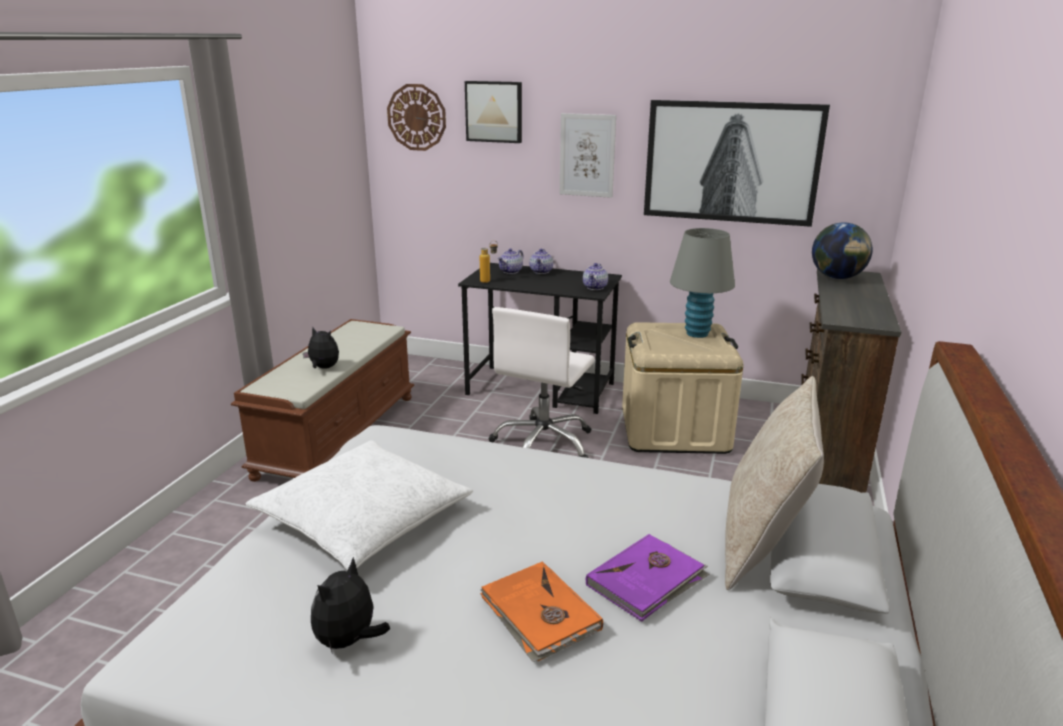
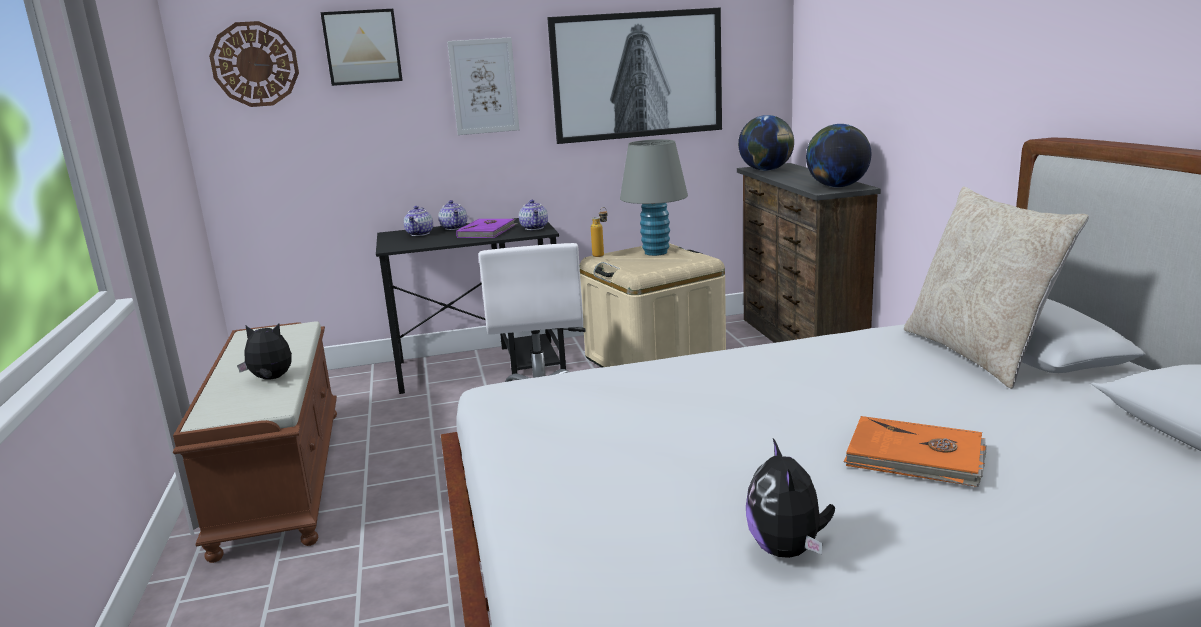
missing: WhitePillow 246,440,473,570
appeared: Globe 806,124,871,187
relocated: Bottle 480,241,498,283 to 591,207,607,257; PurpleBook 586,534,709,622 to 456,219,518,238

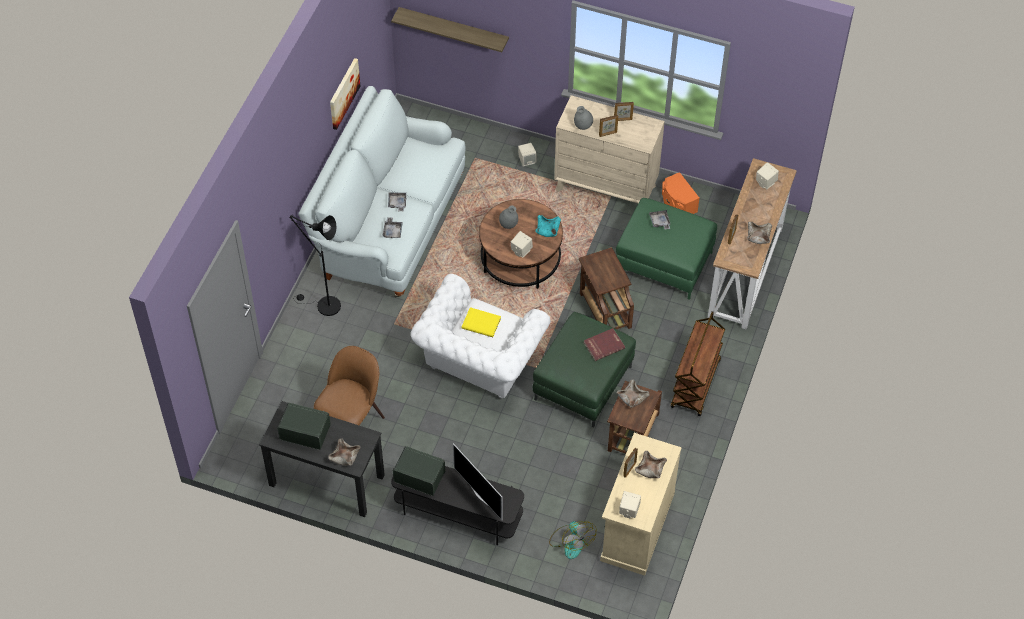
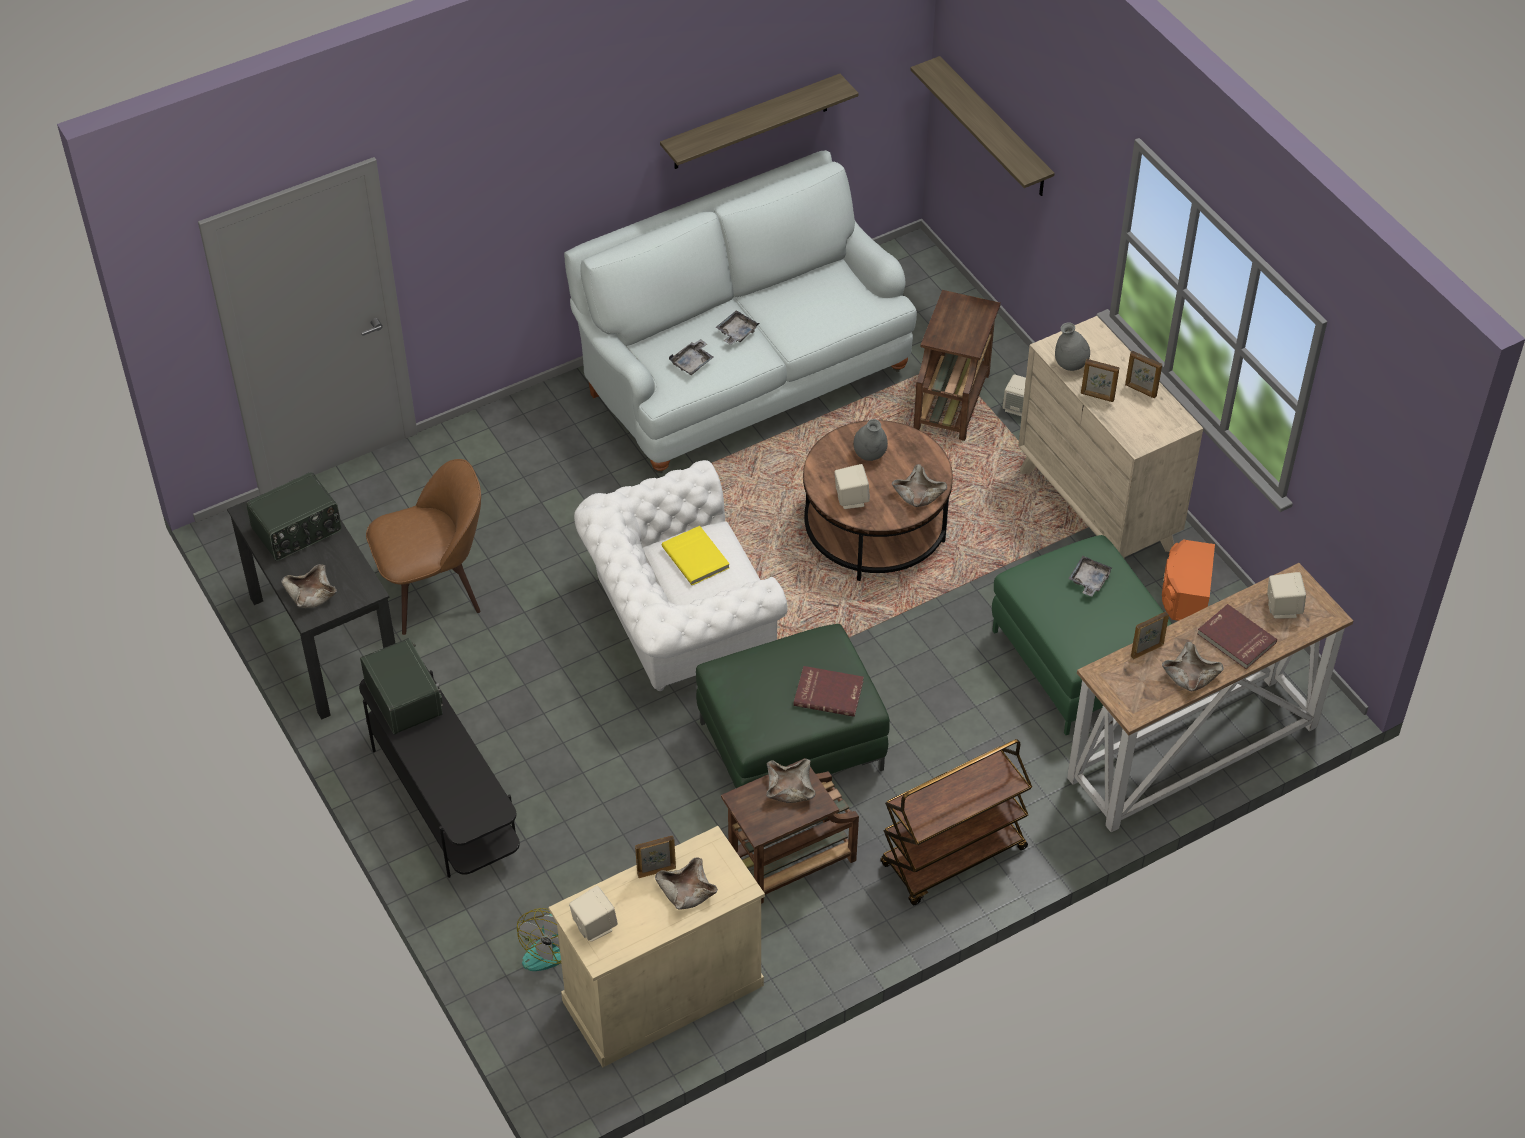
missing: BlackFloorLamp 289,215,341,316; Television 453,443,502,520
appeared: RedBook 1197,604,1277,669
relocated: BrownSideTable 579,247,634,329 to 914,290,1001,441
exchanged: Picture 330,58,360,130 to Shelf 660,74,859,169
colour: TurquoiseBowl 535,215,561,237 to BeigeBowl 892,464,947,507
spun: Radio 277,403,331,450 = 246,472,342,561 90 degrees clockwise

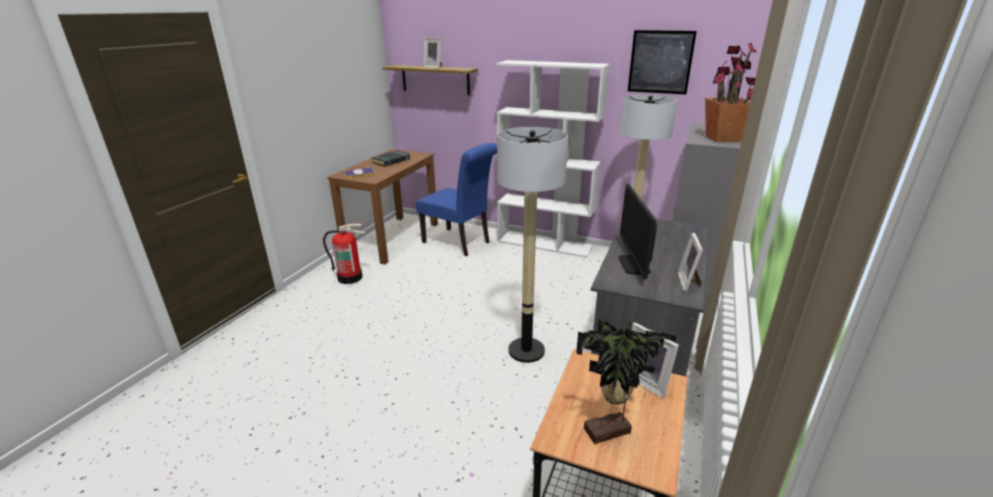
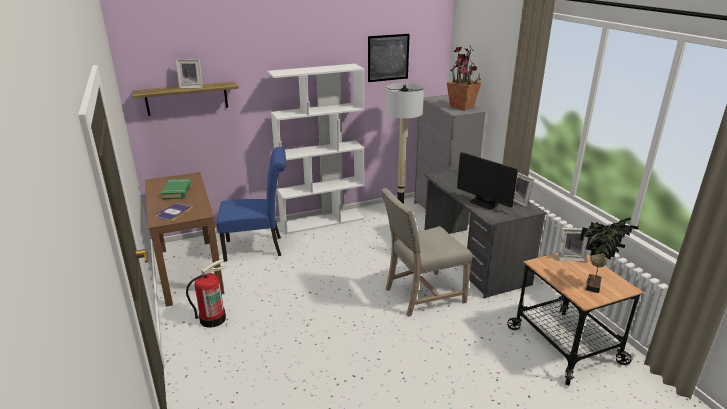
exchanged: FloorLamp 497,127,568,363 to BeigeChair 381,188,473,317
colour: BlackBook 372,150,410,167 to GreenBook 161,179,191,199

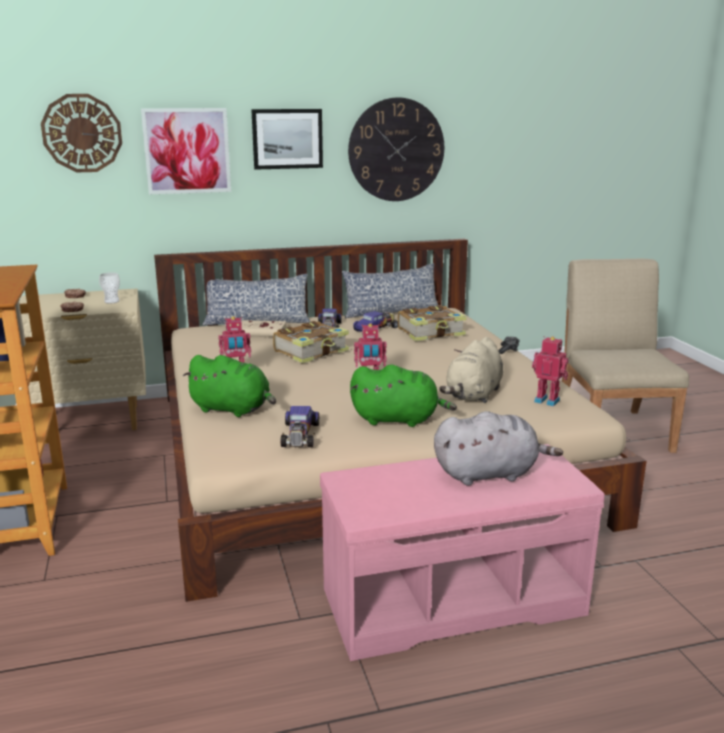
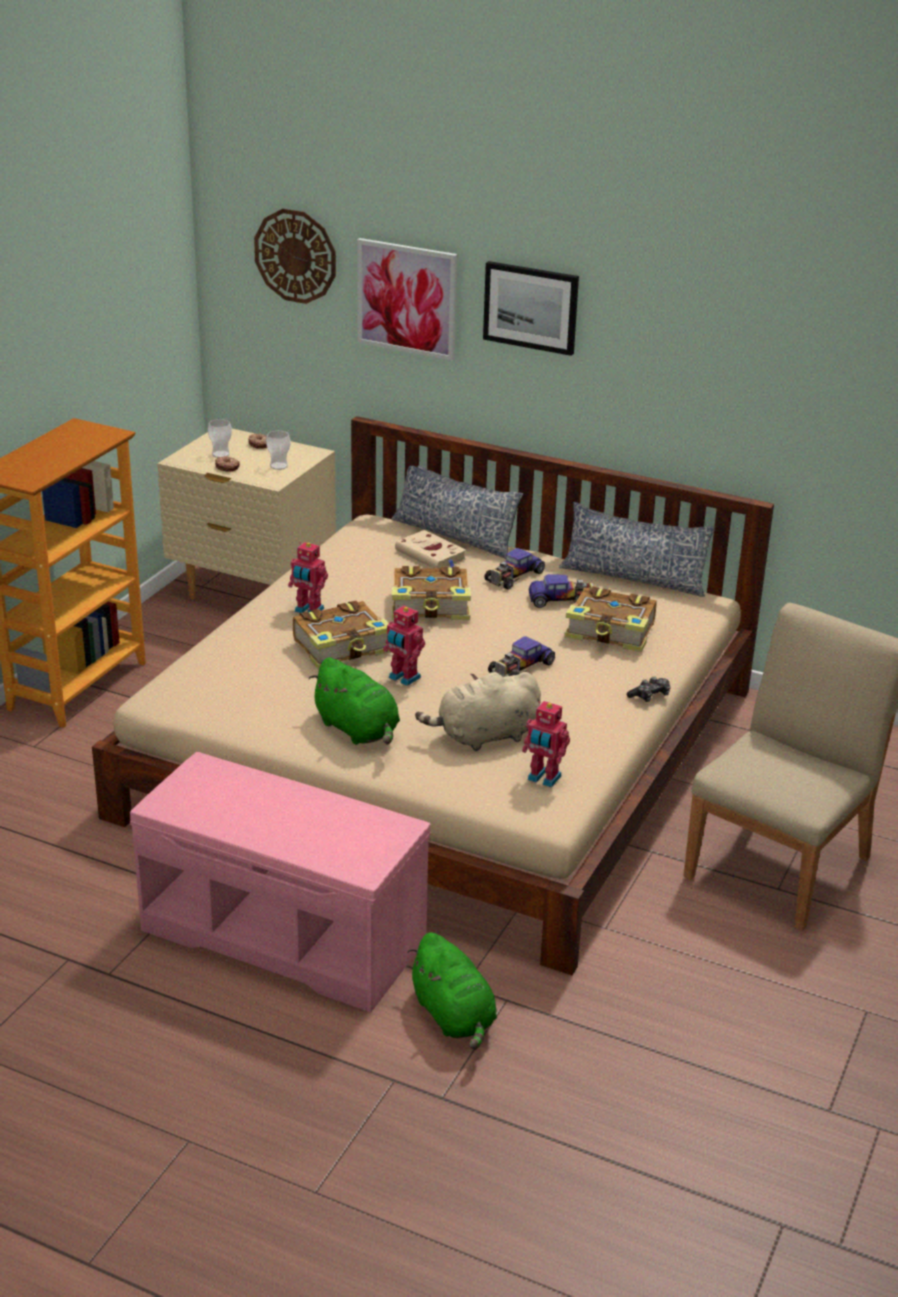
missing: WallClock 348,98,444,201; GreyPlushToy 434,411,563,486
appeared: Cup 208,419,232,458; Book 293,600,390,670
relocated: GreenPlushToy 183,355,276,417 to 407,932,497,1050; ToyCar 280,406,319,447 to 488,636,555,677
spun: ToyRobot 532,336,568,406 = 522,701,570,788 135 degrees clockwise

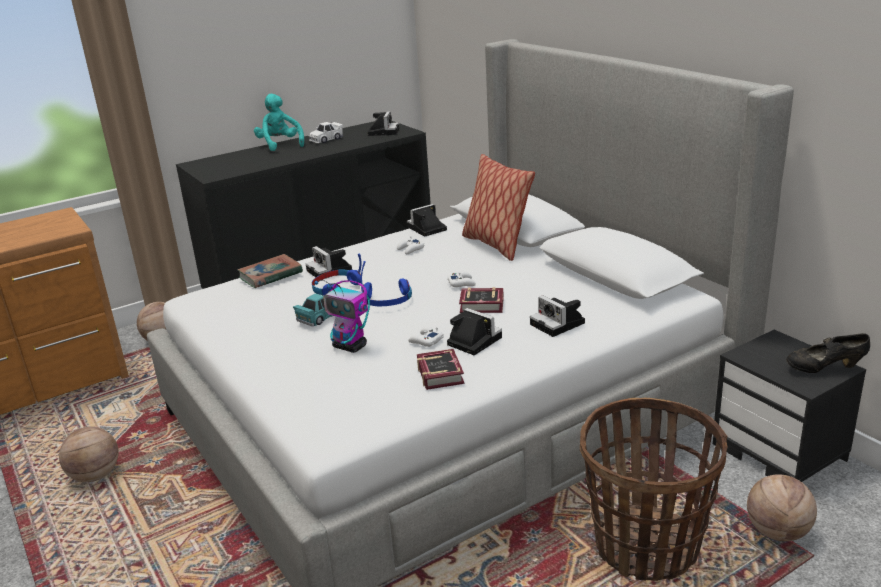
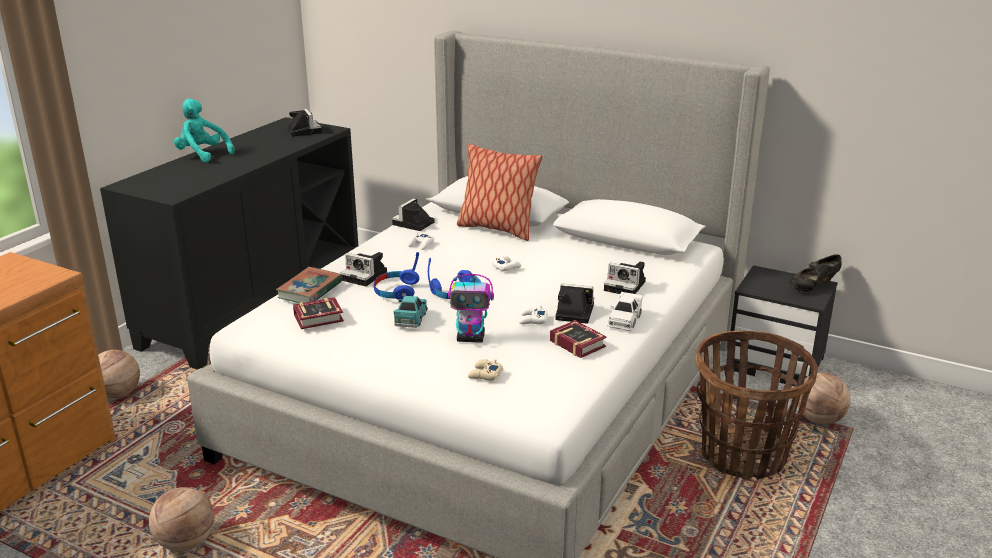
appeared: BeigeGameController 468,359,503,381
relocated: WhiteToyCar 308,122,343,143 to 607,292,643,331; Book 459,287,504,313 to 293,297,344,329

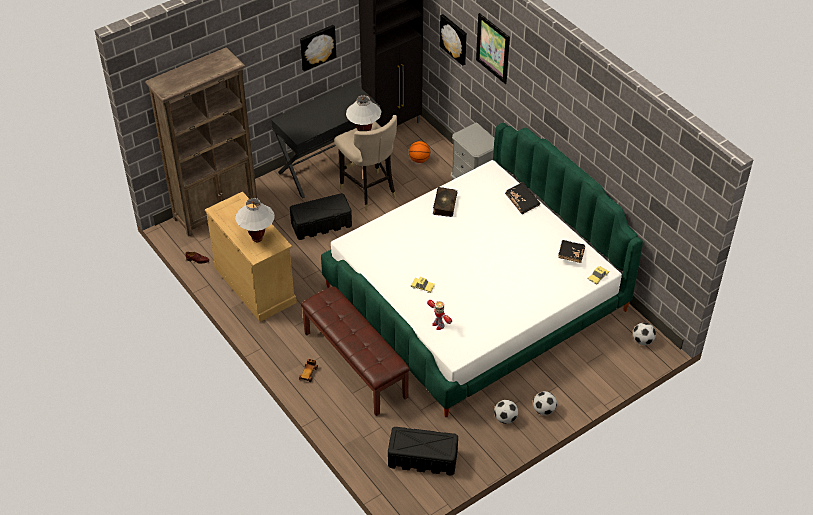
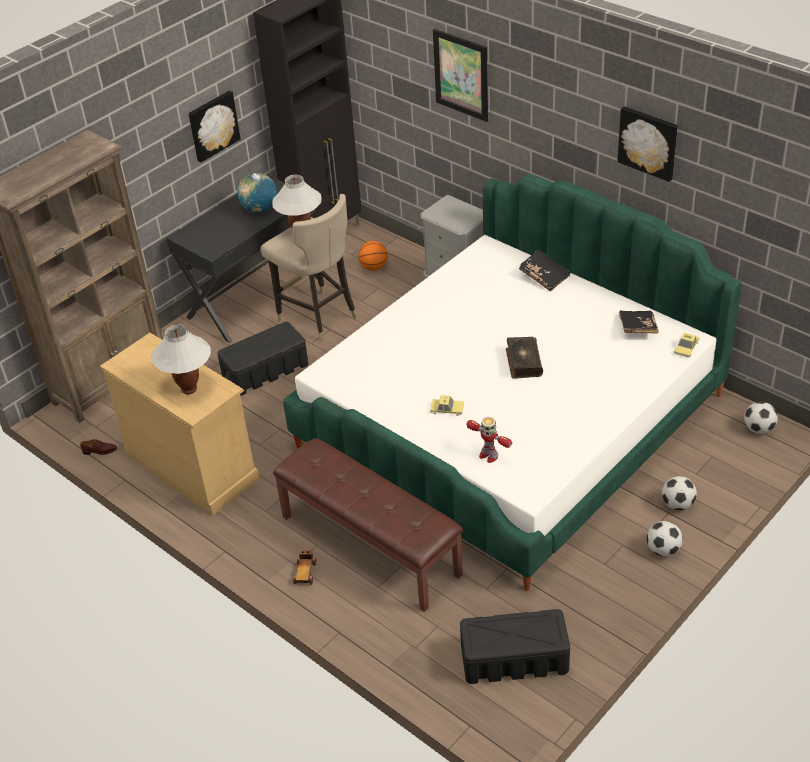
appeared: Globe 237,173,277,213
relocated: Picture 440,14,467,66 to 617,106,678,182; Book 433,187,458,217 to 506,337,543,379; Football 494,400,518,424 to 662,476,697,510

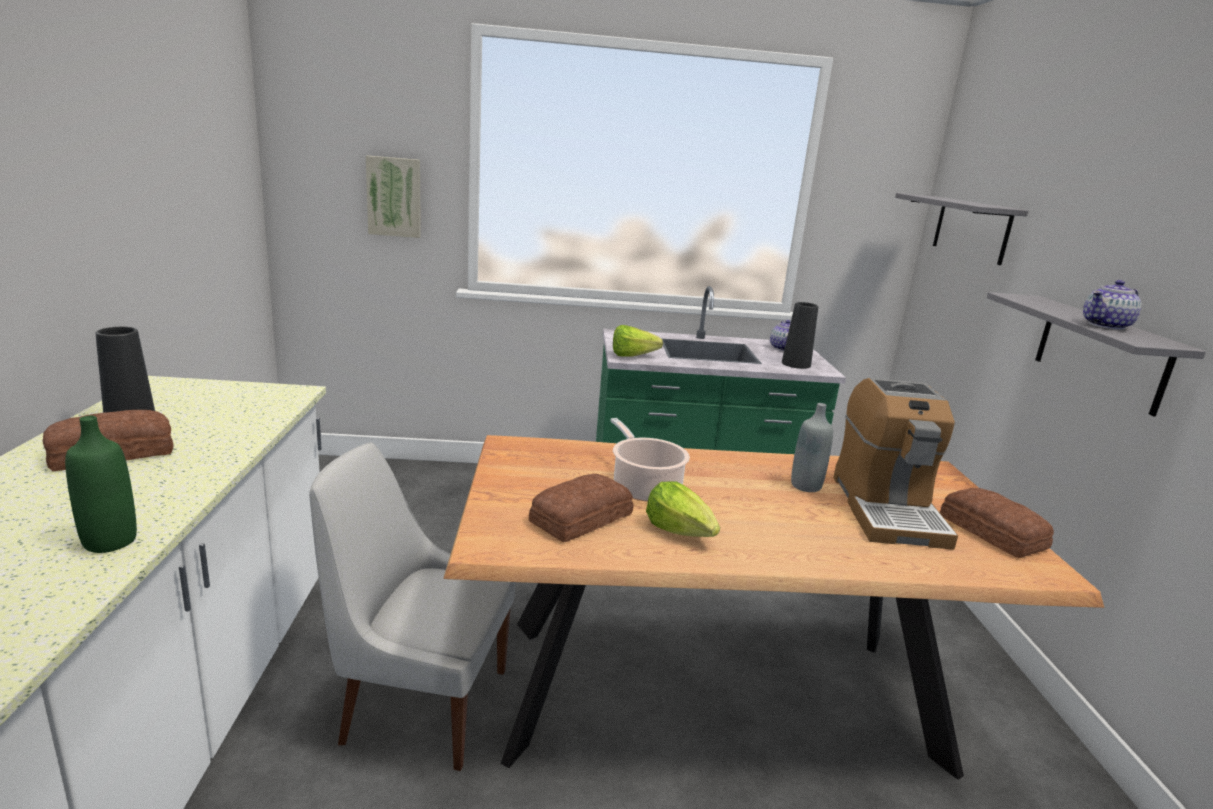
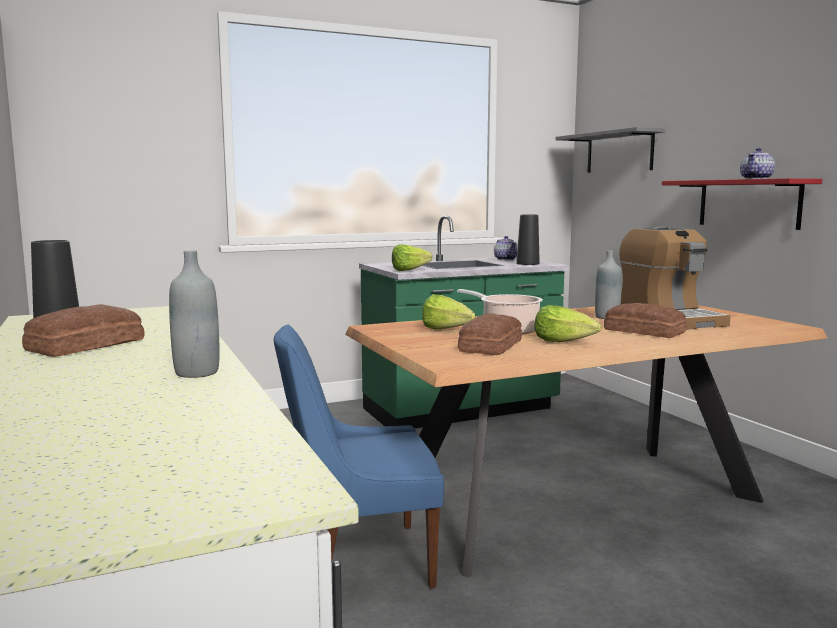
missing: Picture 366,156,421,238
appeared: Lettuce 422,294,475,329
relocated: Bread 940,488,1054,558 to 604,303,687,338
colour: GreyShelf 987,292,1206,416 to RedShelf 662,178,823,230; GreenBottle 65,416,137,553 to GreyBottle 169,250,220,378; WhiteChair 309,443,515,771 to BlueChair 274,325,444,588

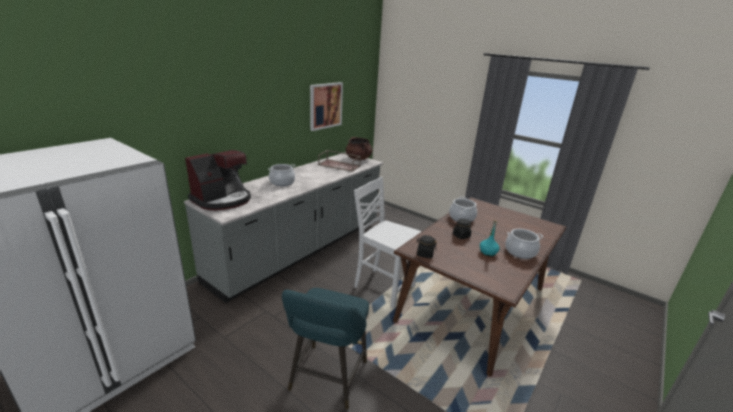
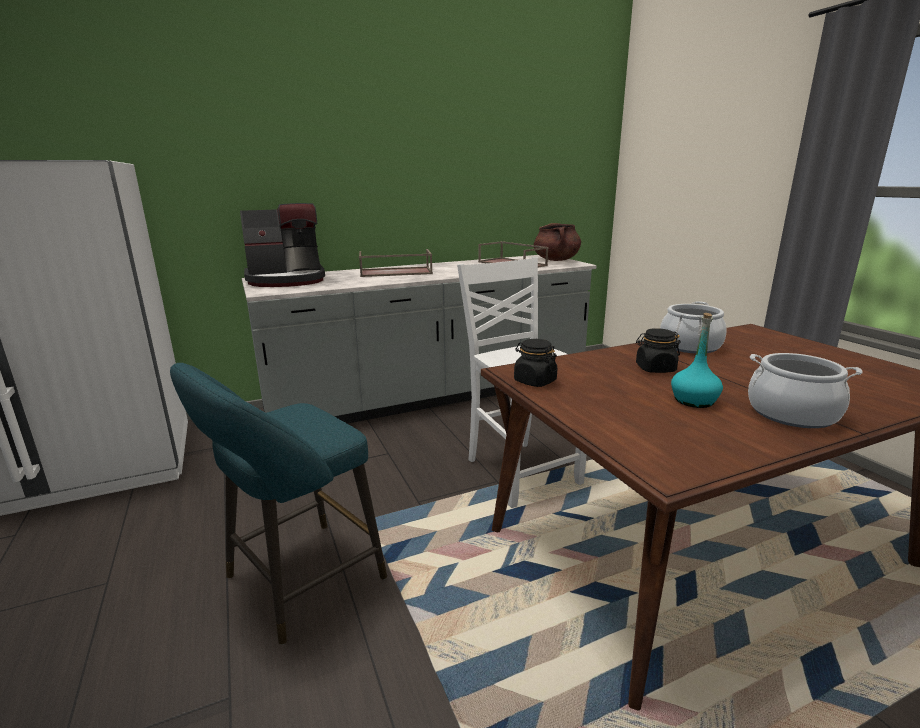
missing: Picture 310,82,343,131
exchanged: CookingPot 268,164,295,186 to BrownTray 359,249,433,277

